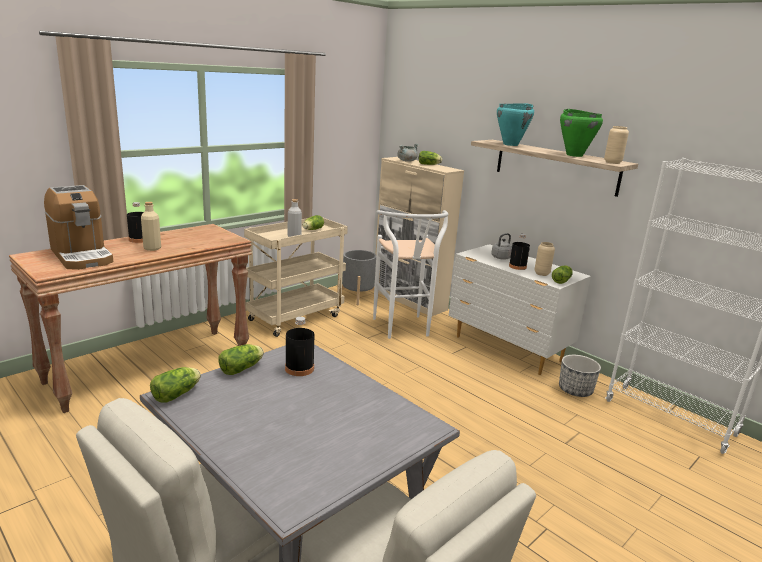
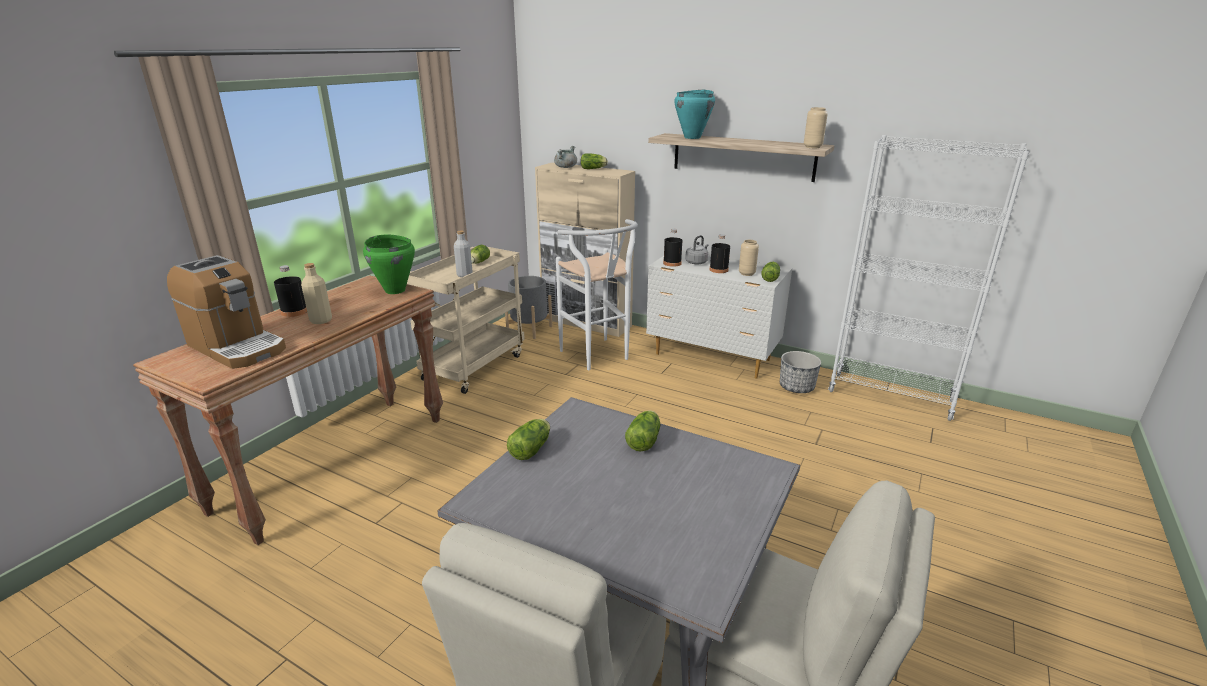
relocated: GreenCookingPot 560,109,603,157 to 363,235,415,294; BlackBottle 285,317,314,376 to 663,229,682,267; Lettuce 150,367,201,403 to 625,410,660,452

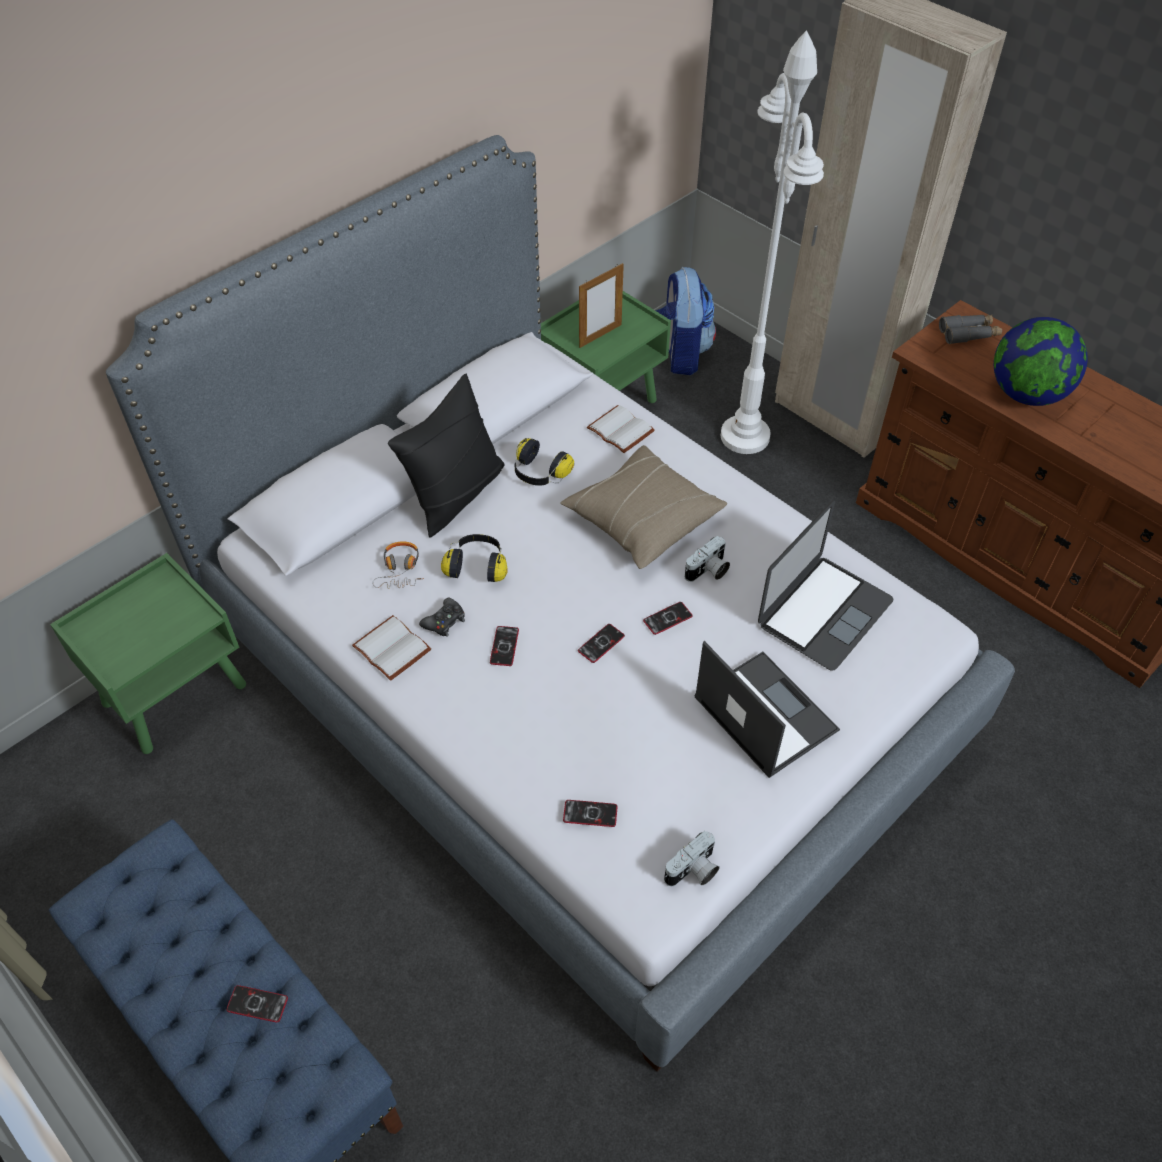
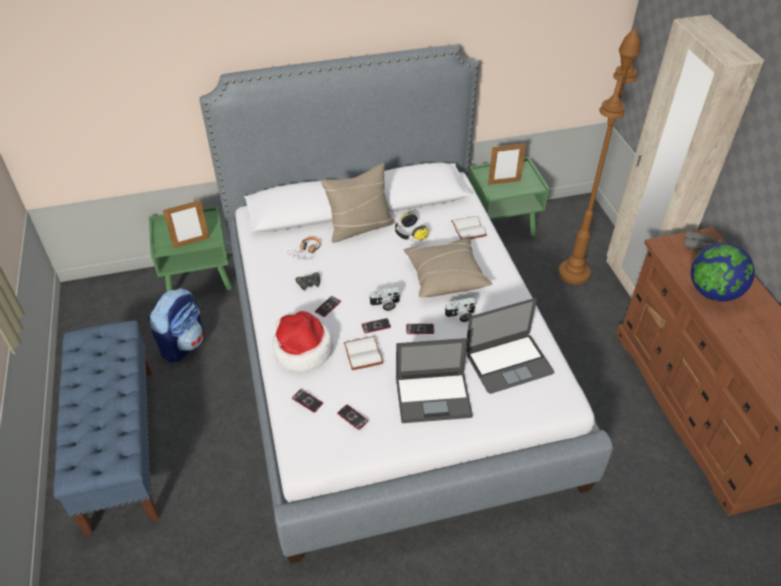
missing: Headphones 441,534,508,582
appeared: PictureFrame 163,200,209,248; Hat 272,311,333,372
relocated: Backpack 655,267,716,375 to 148,288,204,363; WhiteBook 352,615,431,681 to 344,336,383,370; PhotoCamera 664,831,720,886 to 369,287,400,311; Phone 226,985,288,1023 to 337,405,368,430
colour: WhiteFloorLamp 721,31,824,454 to BrownFloorLamp 558,28,640,284; BlackPillow 388,374,505,537 to BeigePillow 321,163,395,243
spun: Laptop 694,641,840,778 = 396,338,473,423 90 degrees clockwise

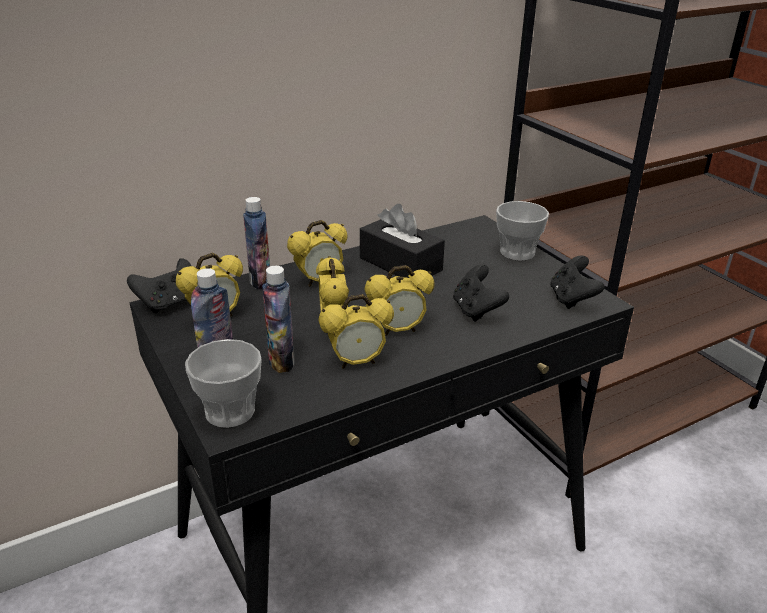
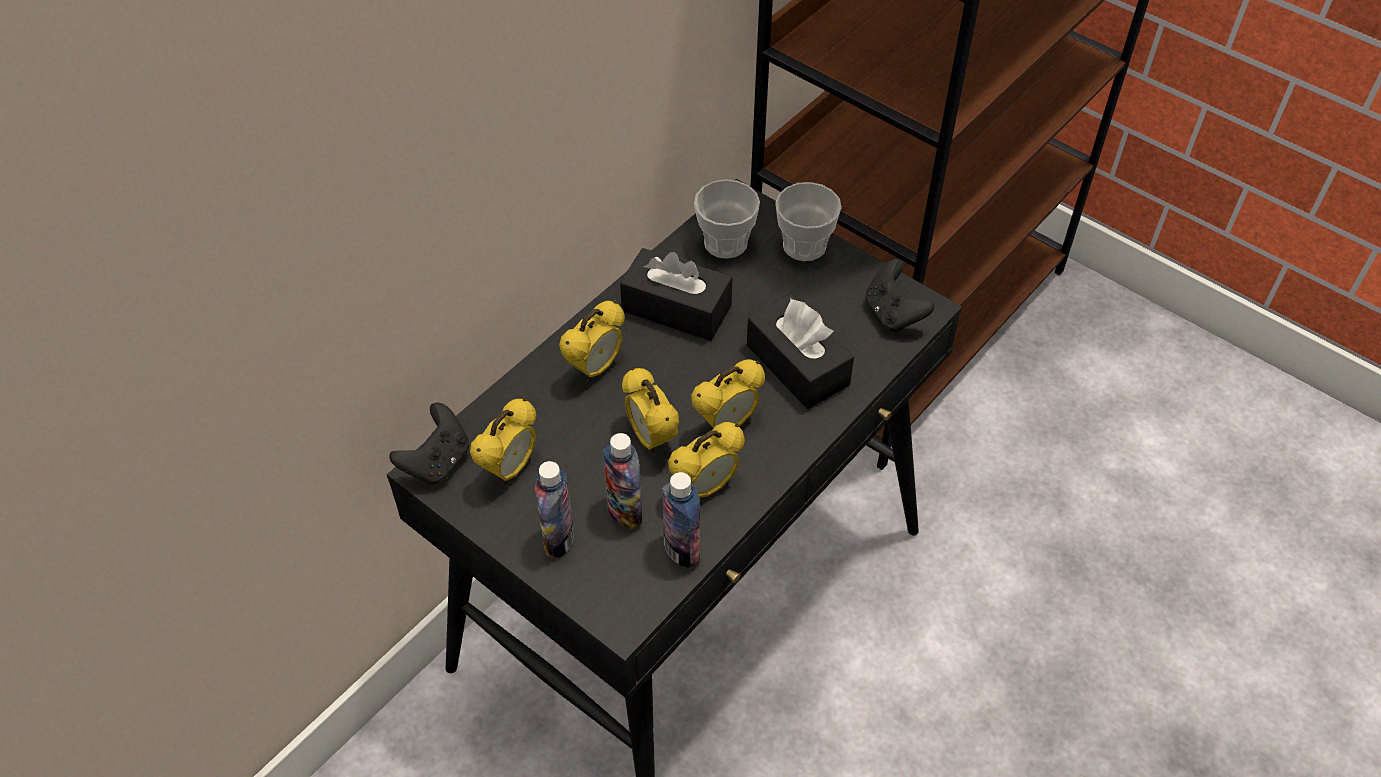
relocated: Bottle 243,197,270,290 to 662,472,700,568; Cup 185,339,262,428 to 694,179,760,258
exchanged: BlackGameController 453,265,509,322 to BlackTissueBox 747,294,854,409

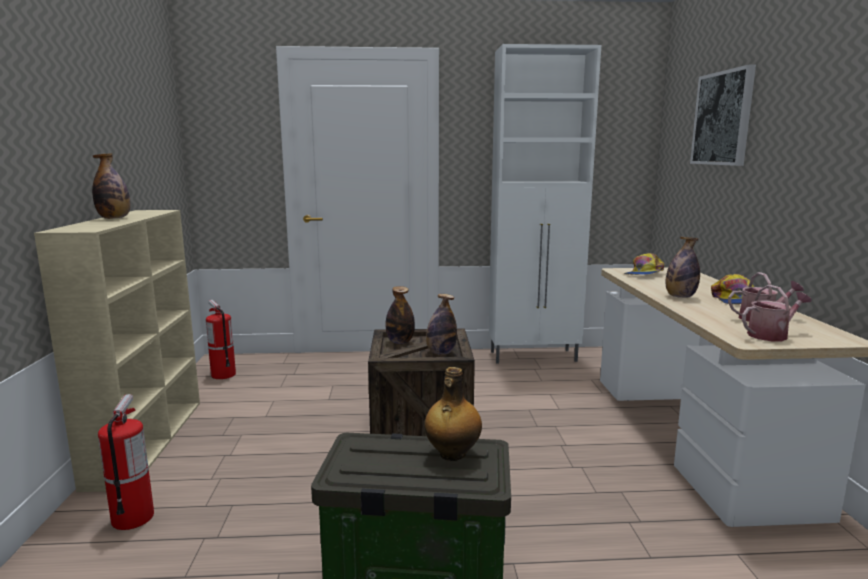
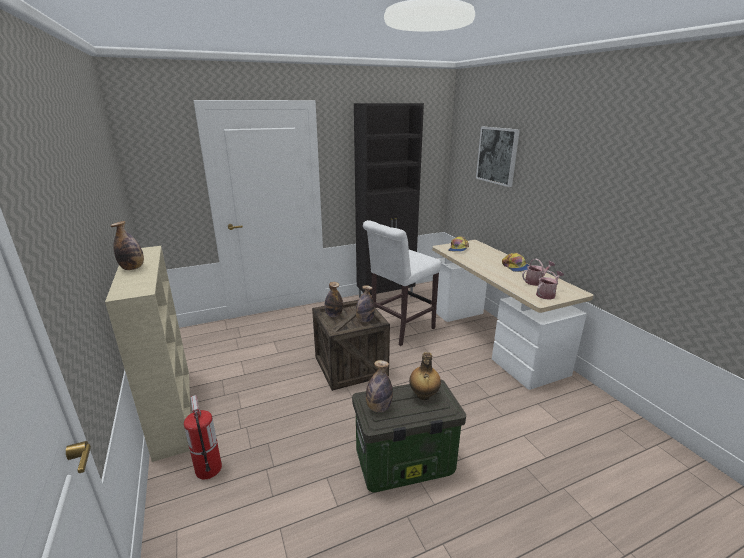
missing: FireExtinguisher 206,300,236,379
appeared: WhiteStool 363,220,441,346
relocated: Bottle 665,237,700,298 to 366,360,393,412
colour: WhiteCabinet 489,44,601,364 to BlackCabinet 354,103,424,298

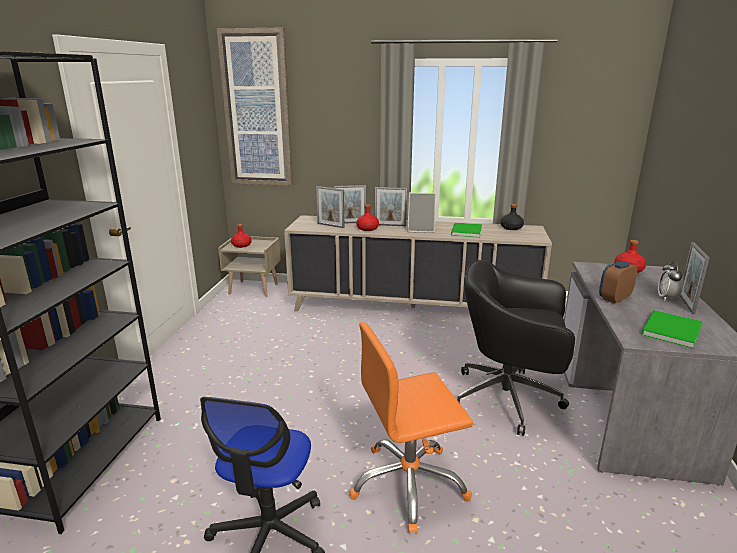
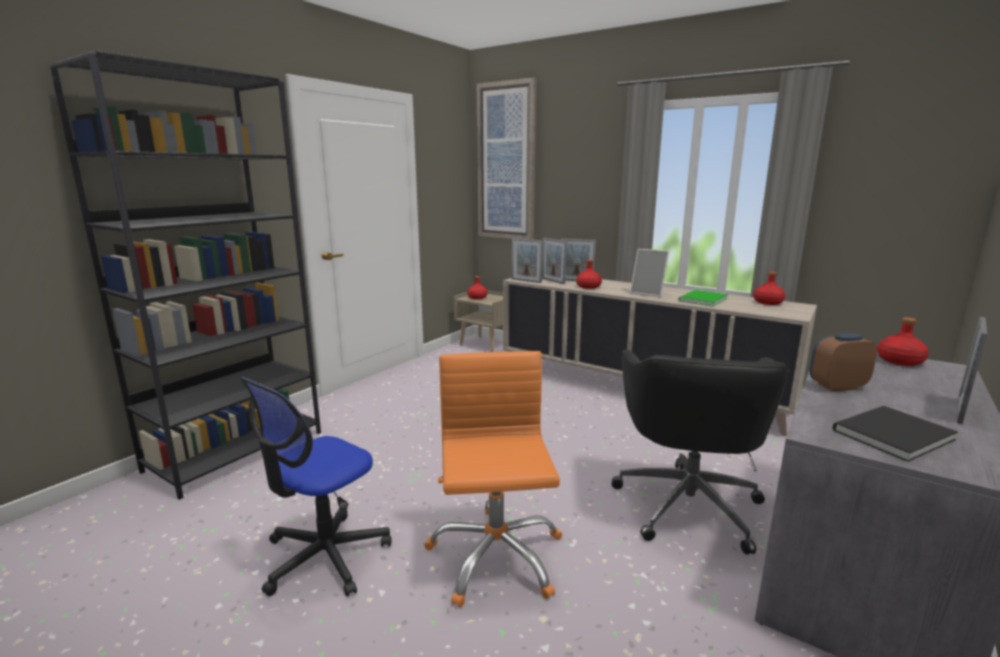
missing: AlarmClock 658,261,683,301
relocated: PictureFrame 375,187,407,226 to 512,238,543,283
colour: BlackBottle 501,204,524,230 to RedBottle 753,272,786,305; GreenBook 641,310,703,349 to BlackBook 833,406,958,462
spun: BlackOfficeChair 457,260,575,436 = 612,349,789,555 120 degrees counterclockwise; OrangeOfficeChair 349,322,473,534 = 424,351,562,607 75 degrees clockwise

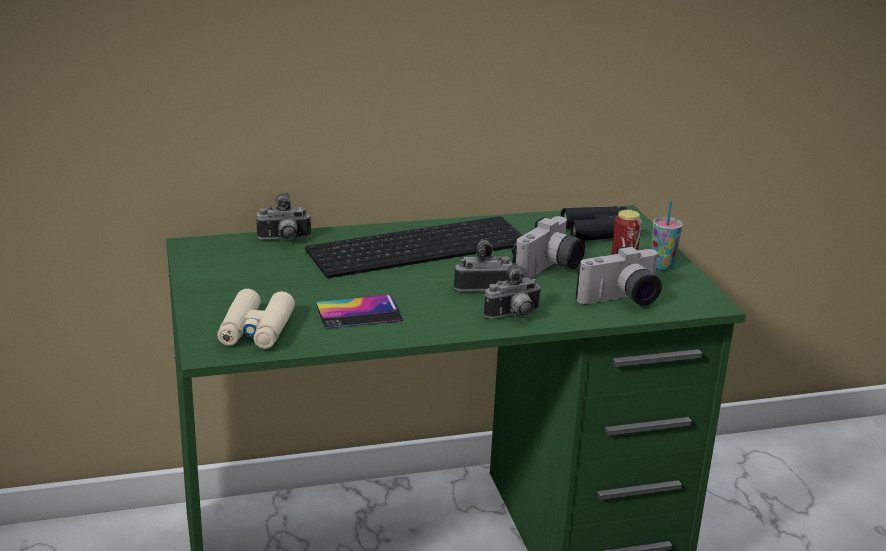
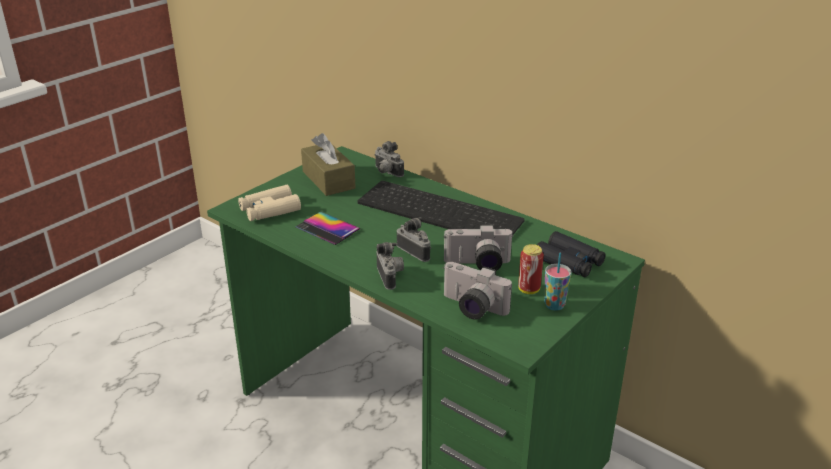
appeared: BrownTissueBox 301,133,356,196
spun: PhotoCamera 484,263,542,319 = 376,242,404,290 135 degrees counterclockwise

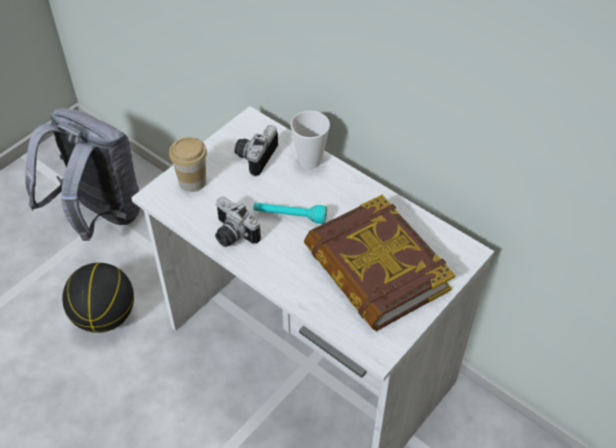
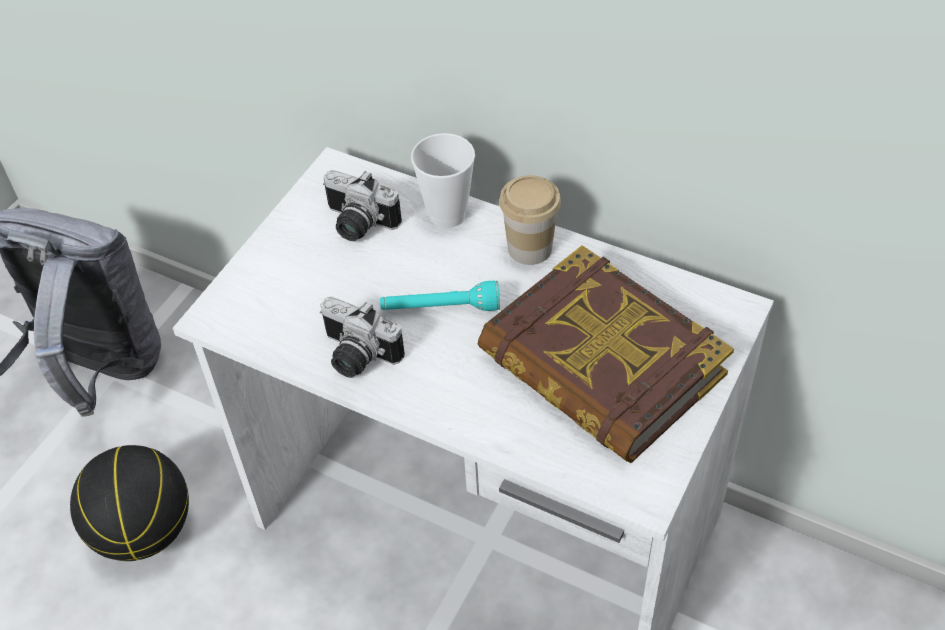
relocated: Cup 169,137,207,192 to 499,175,561,265
spun: PhotoCamera 235,125,278,176 = 323,170,402,241 75 degrees counterclockwise

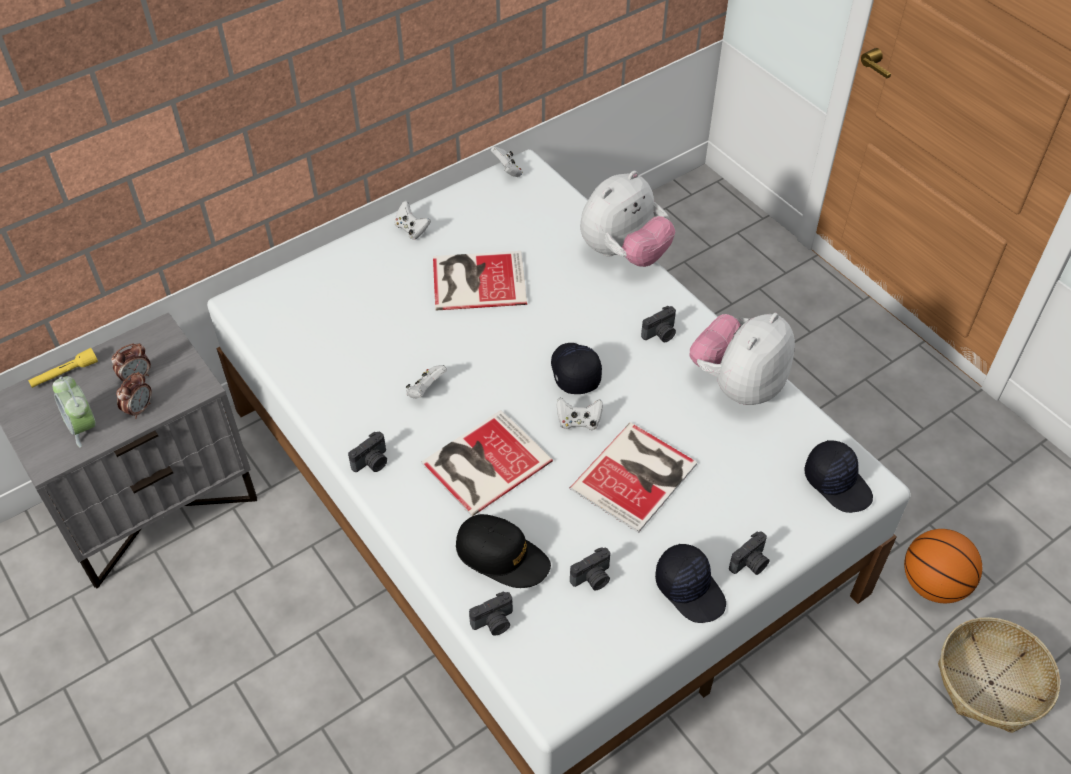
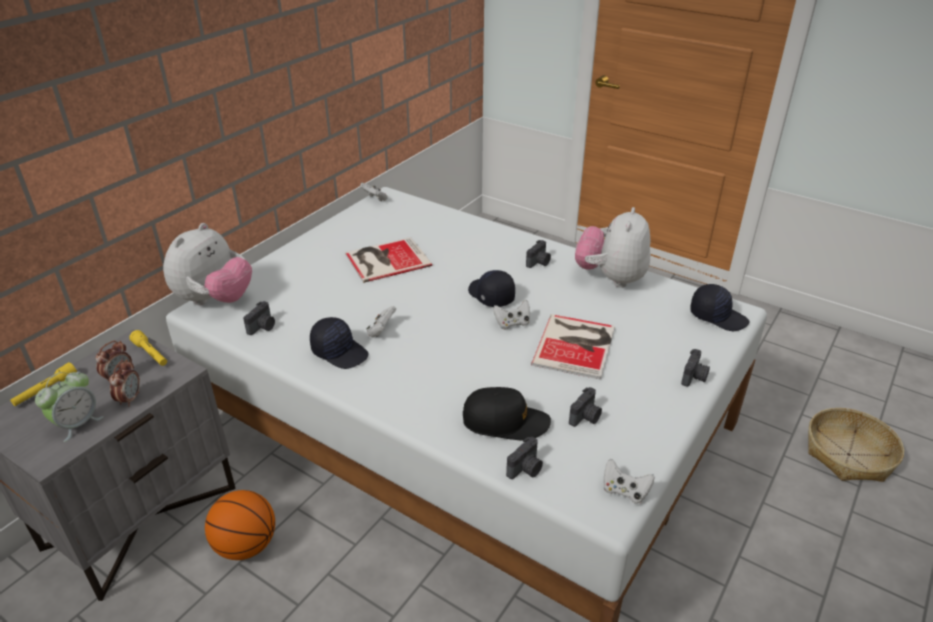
missing: Book 421,410,553,516
appeared: YellowFlashlight 129,330,167,366
relocated: PlushToy 580,171,675,267 to 163,223,252,305; WhiteGameController 394,201,431,240 to 604,459,655,504; PhotoCamera 348,432,387,472 to 243,301,275,335; Basketball 904,529,982,603 to 205,490,275,560; BlackCap 655,544,726,623 to 310,317,369,369
spun: AlarmClock 53,376,96,448 = 35,371,104,442 90 degrees counterclockwise

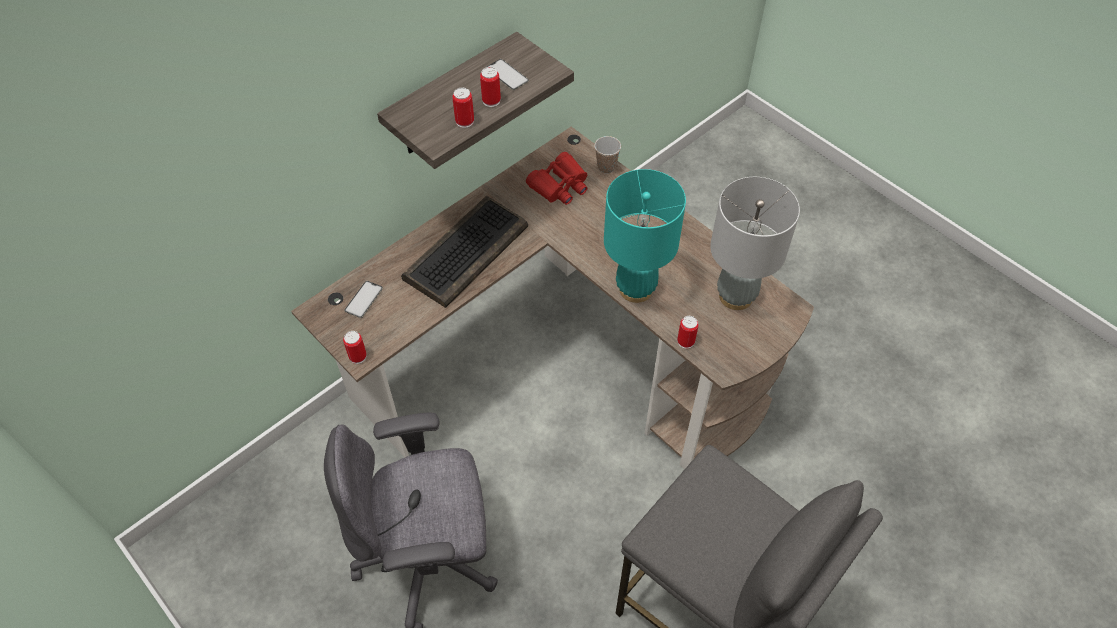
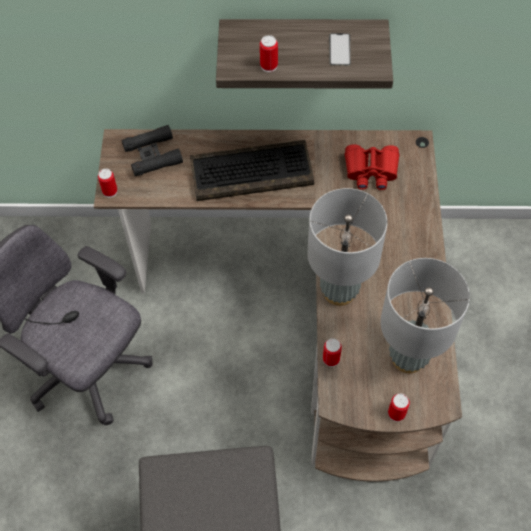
missing: Cup 594,136,621,174
relocated: Can 480,67,501,107 to 388,394,410,422
exchanged: Phone 344,281,383,318 to BlackBinoculars 122,125,183,176
colour: TurquoiseTableLamp 604,169,686,303 to GreyTableLamp 307,188,387,306

